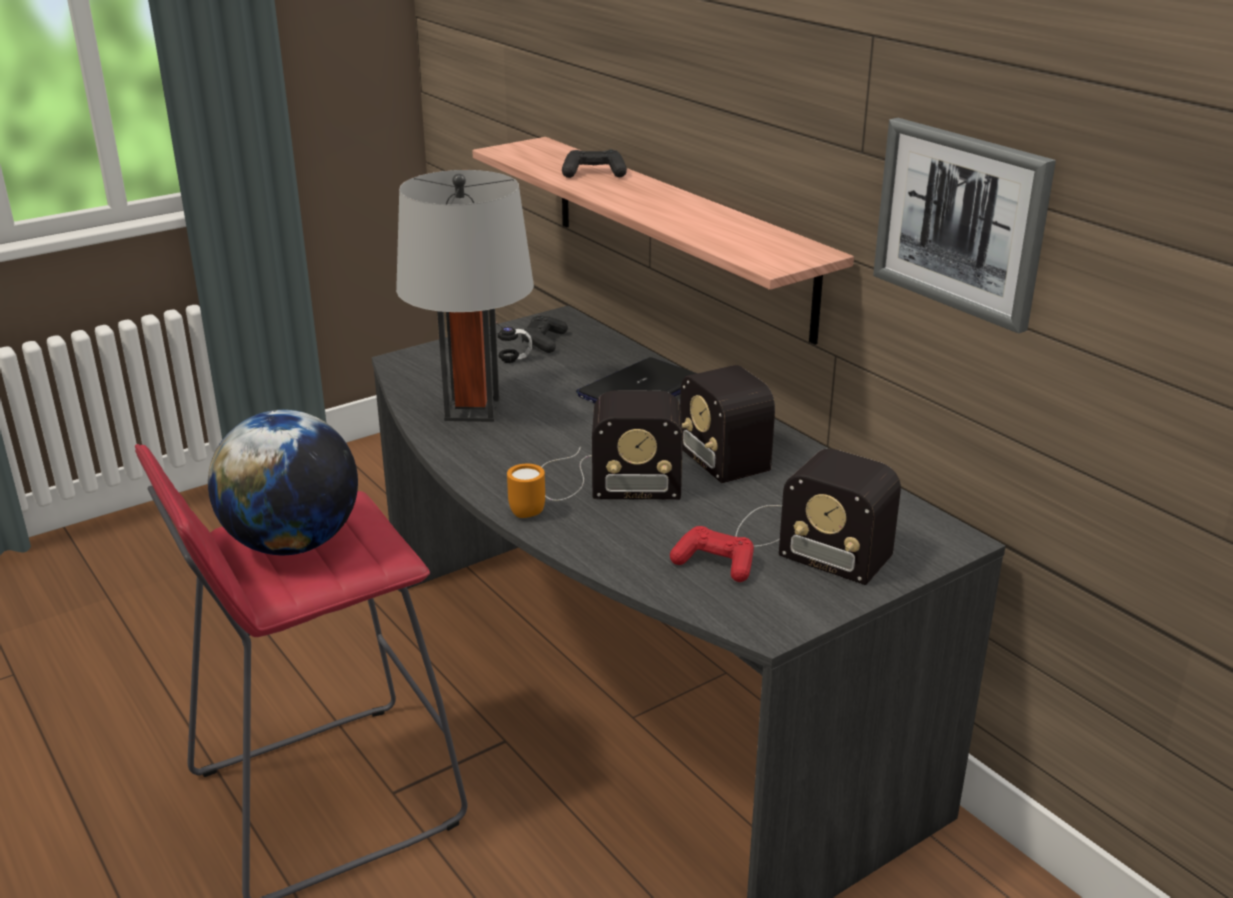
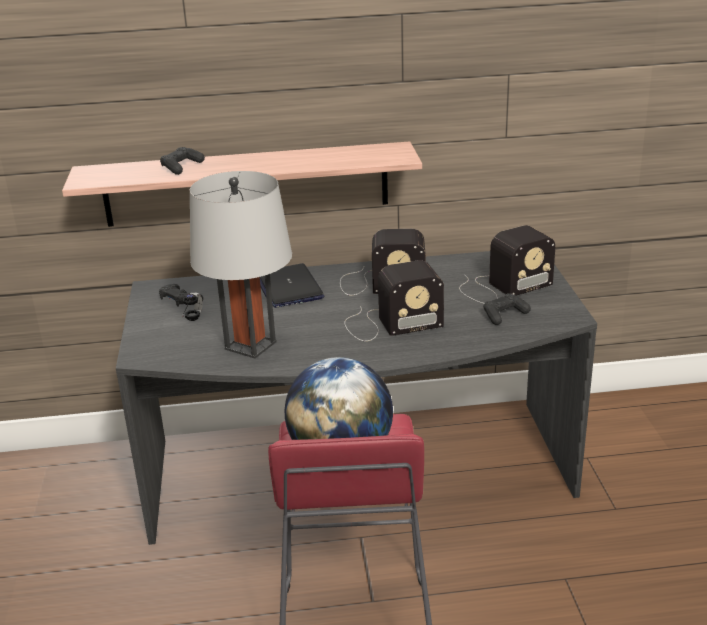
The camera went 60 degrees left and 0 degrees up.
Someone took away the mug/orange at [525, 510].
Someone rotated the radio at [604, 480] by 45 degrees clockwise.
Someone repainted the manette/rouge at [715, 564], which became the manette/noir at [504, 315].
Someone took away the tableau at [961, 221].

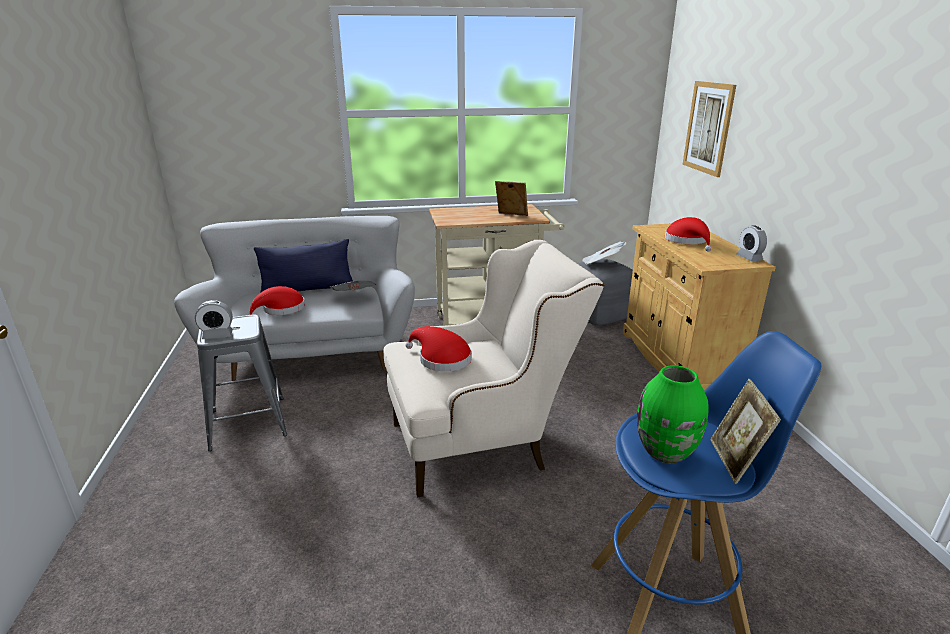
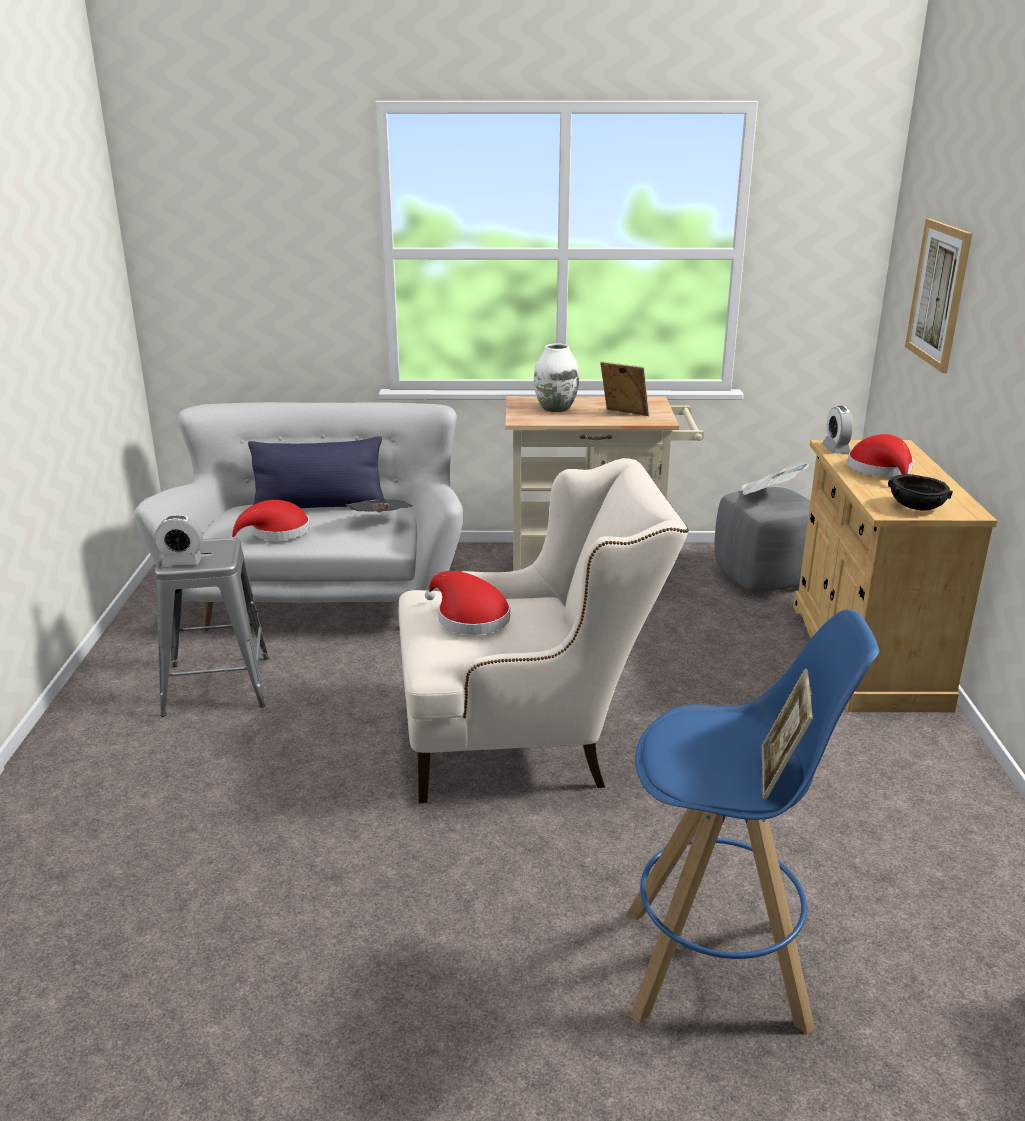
The camera went 10 degrees right and 0 degrees up.
Someone took away the vase/vert at [666, 452].
Someone carried the réveil from [749, 258] to [836, 449].
Someone put down the vase/blanc at [555, 408].
Someone put down the bol/noir at [916, 507].

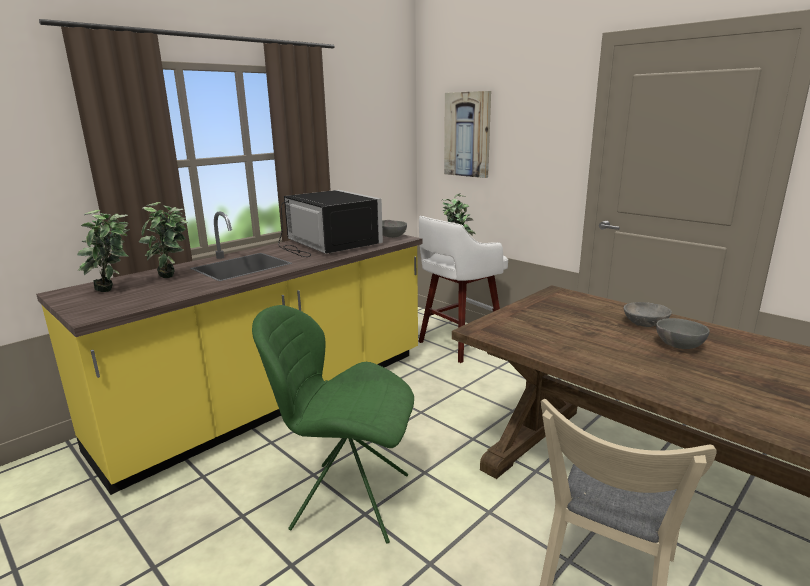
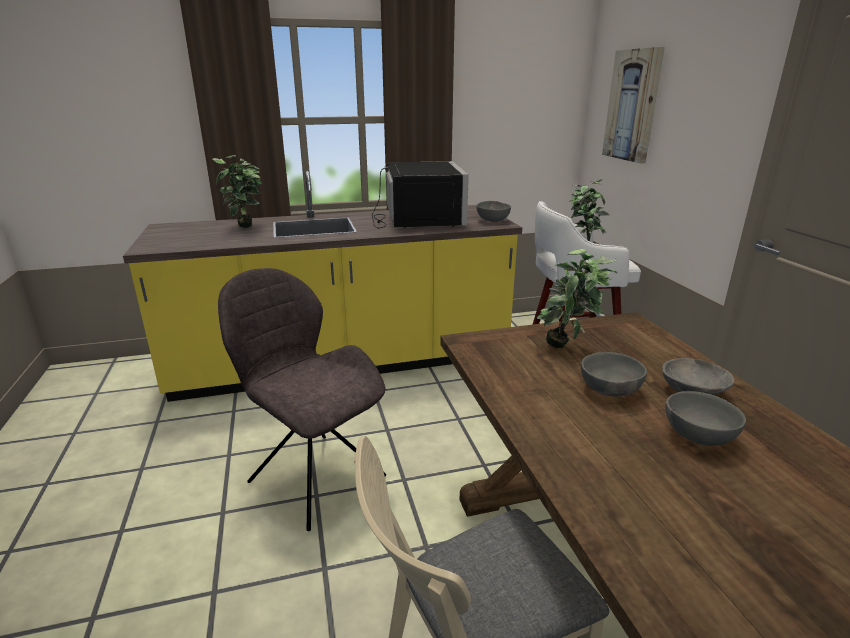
The camera went 30 degrees right and 5 degrees up.
Someone carried the plante en pot from [114, 291] to [569, 349].
Someone repainted the chaise/vert at [347, 500], which became the chaise/gris at [314, 476].
Someone put down the bol/gris at [609, 391].

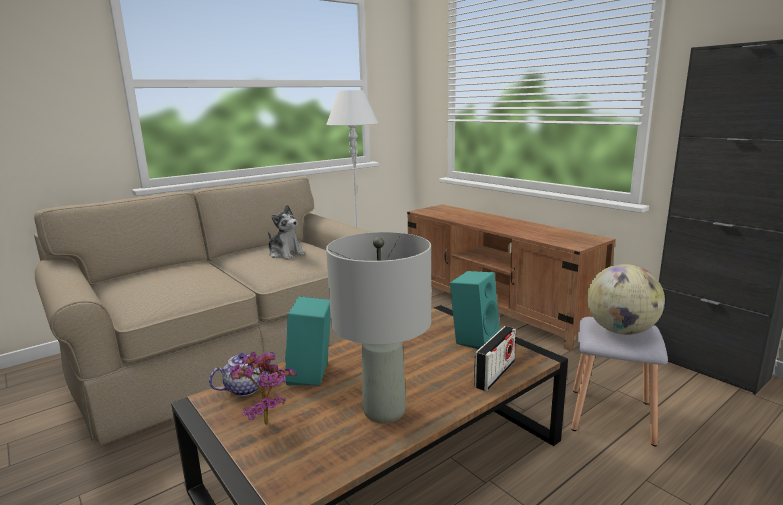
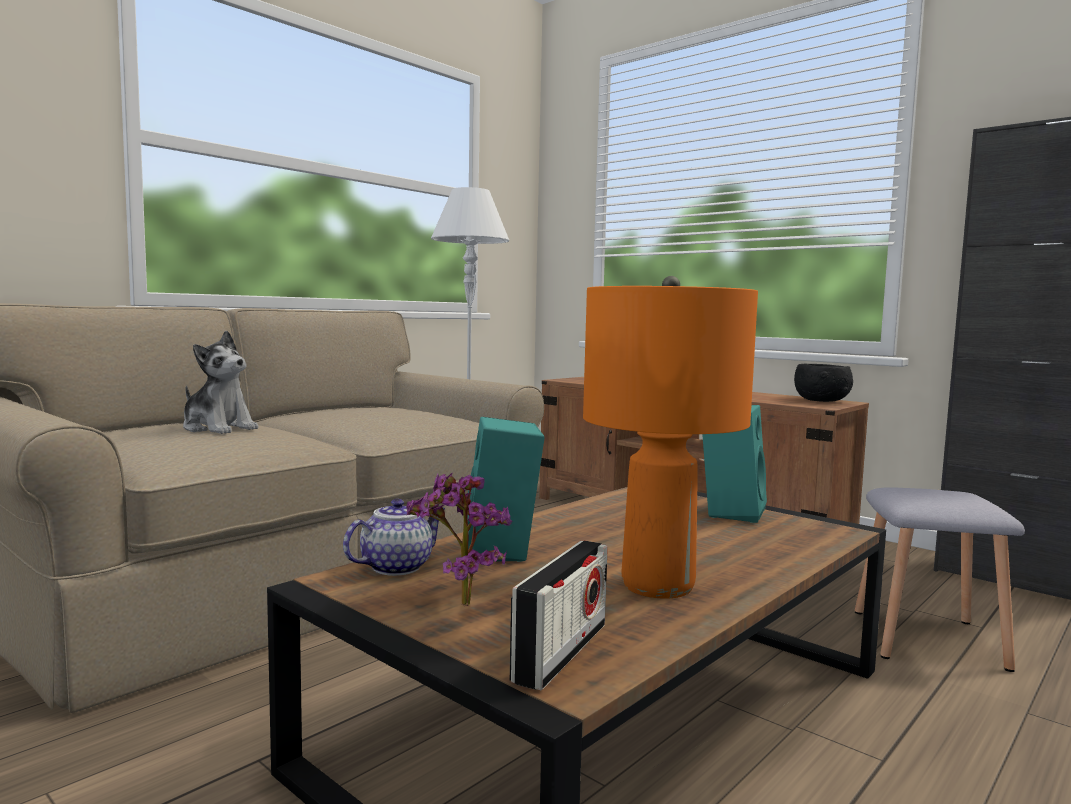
The camera went 10 degrees left and 10 degrees down.
Someone carried the peluche from [286, 254] to [218, 428].
Someone repainted the lampe de table/gris at [383, 411], which became the lampe de table/orange at [656, 585].
Someone carried the radio from [495, 374] to [561, 652].
Someone took away the globe at [621, 331].
Someone put down the bol/noir at [821, 400].

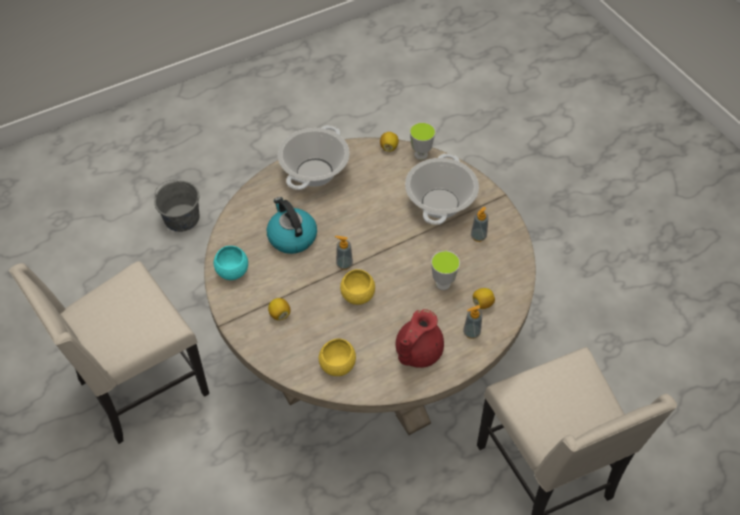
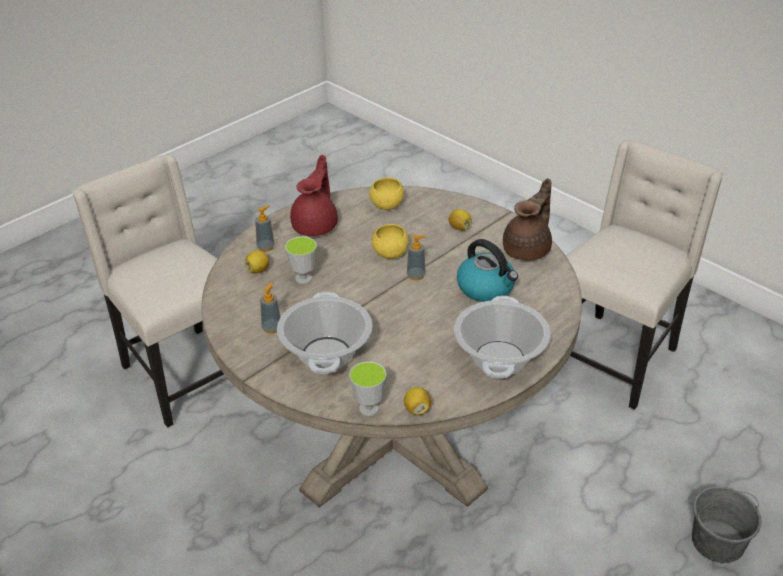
The camera went 165 degrees right and 15 degrees down.
Someone swapped the bol/turquoise at [232, 271] for the théière/marron at [528, 249].

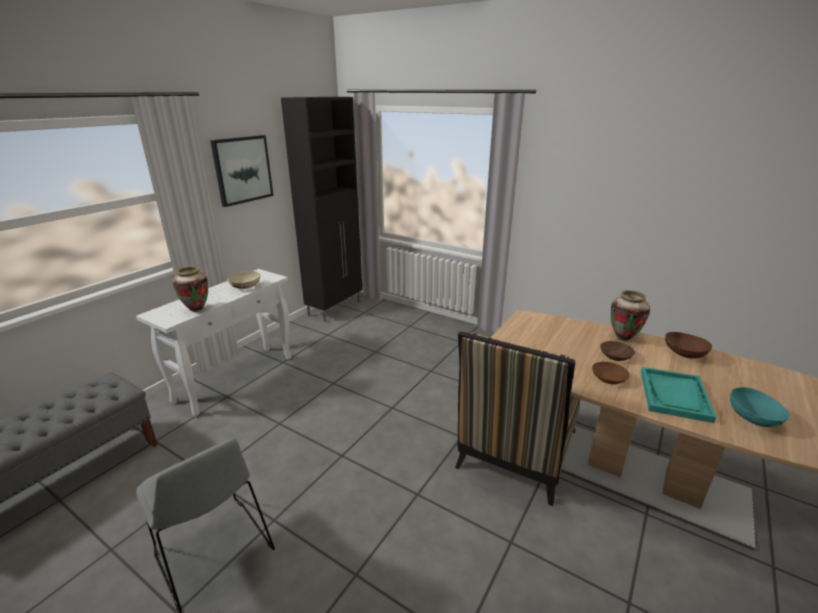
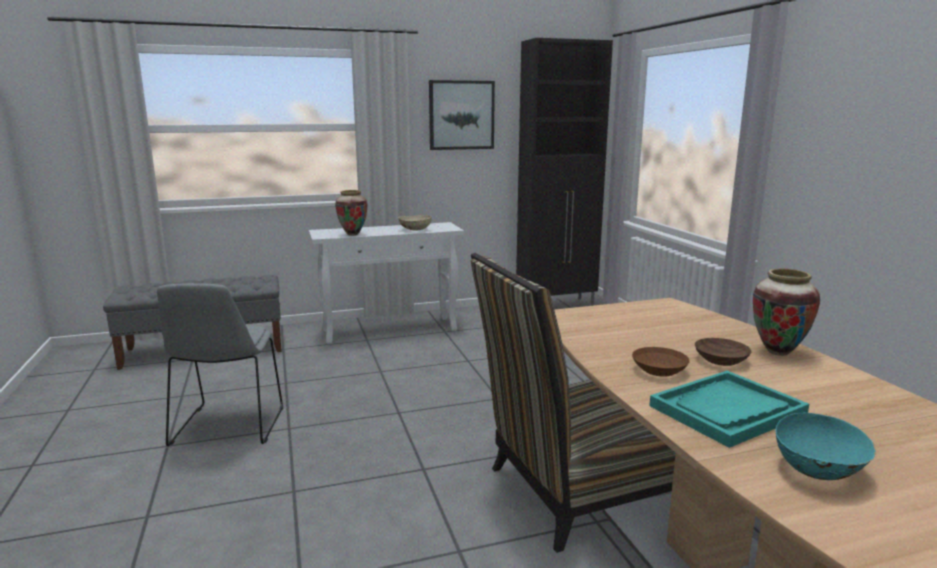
The camera went 40 degrees right and 10 degrees down.
Someone took away the bol/marron at [683, 354].

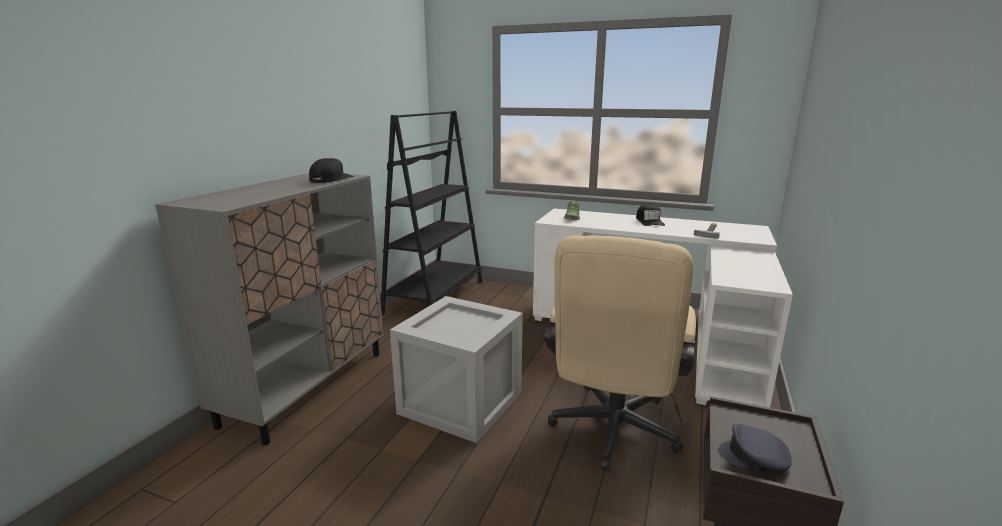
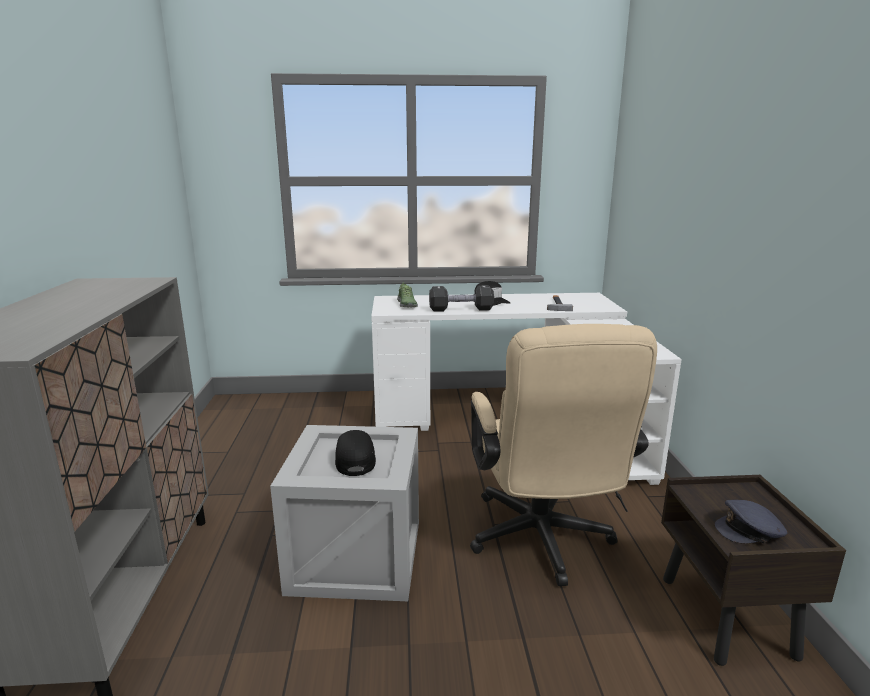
The camera went 25 degrees left and 0 degrees up.
Someone carried the casquette/noir from [331, 179] to [355, 458].
Someone took away the bibliothèque/noir at [435, 296].
Someone put down the haltère/noir at [461, 309].

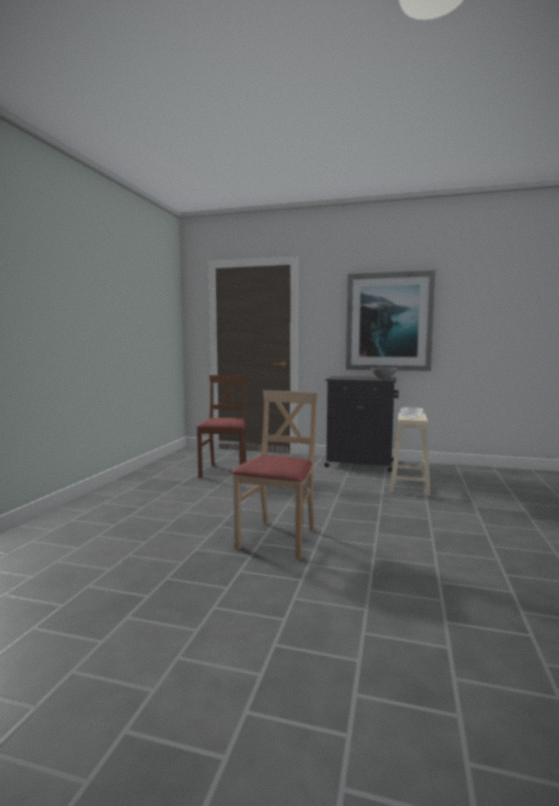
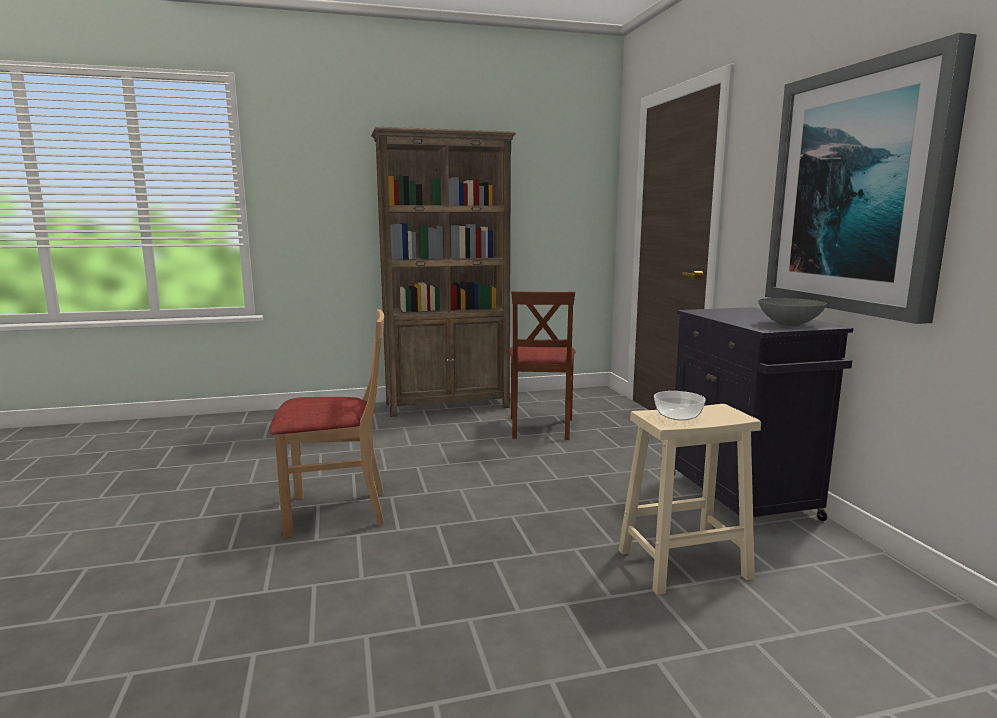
The camera went 60 degrees right and 5 degrees up.
Someone rotated the chaise/marron at [225, 471] by 120 degrees clockwise.
Someone put down the bibliothèque/marron at [448, 405].

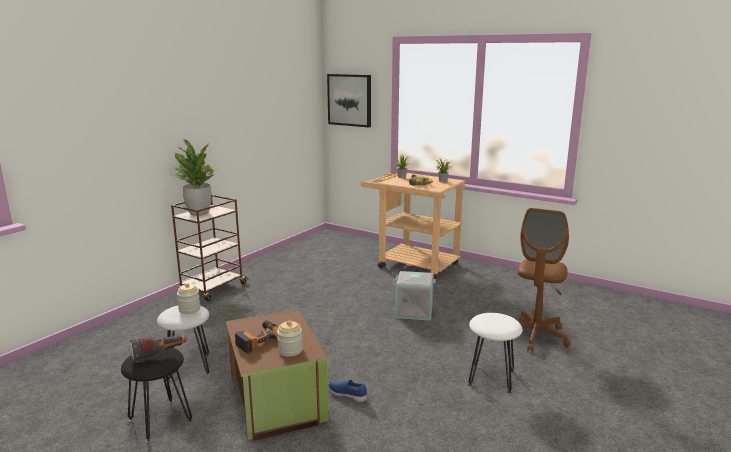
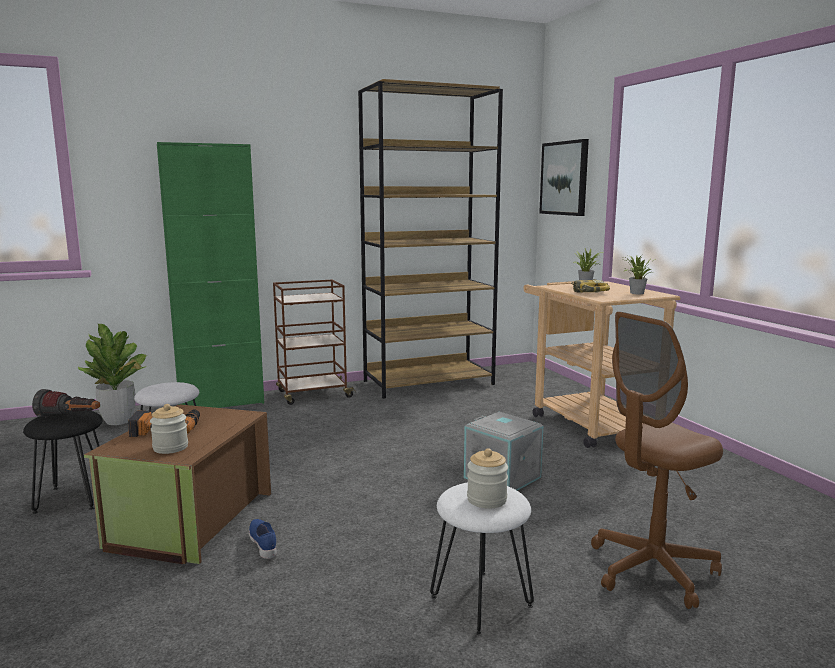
The camera went 35 degrees right and 5 degrees down.
Someone carried the plante en pot from [199, 213] to [119, 421].
Someone carried the bocal from [189, 309] to [486, 499].
Someone put down the meuble de rangement/vert at [221, 403].
Someone put down the bibliothèque/marron at [429, 382].

